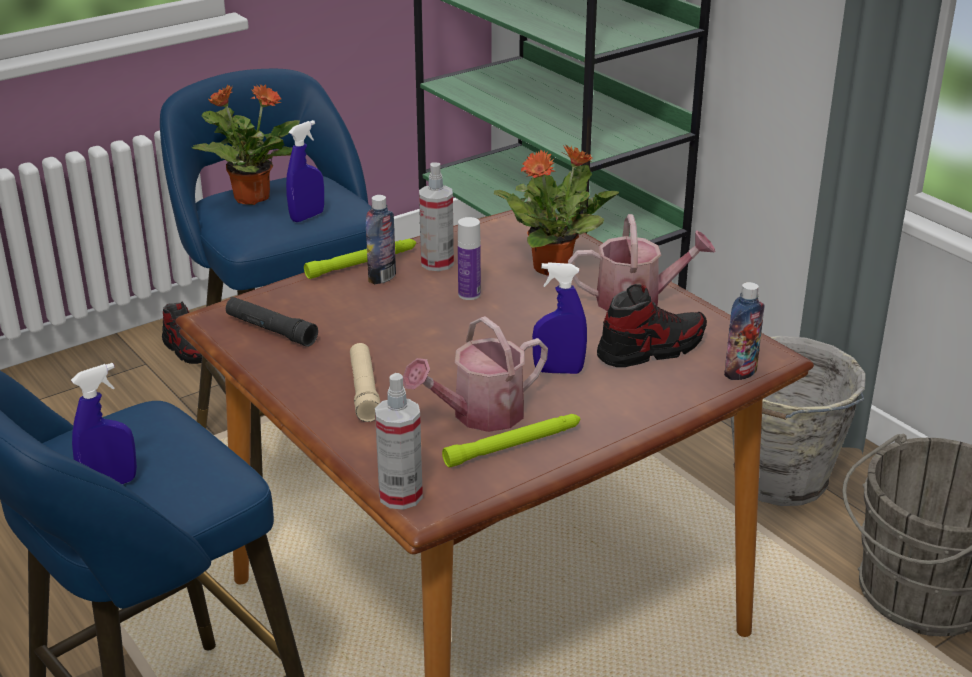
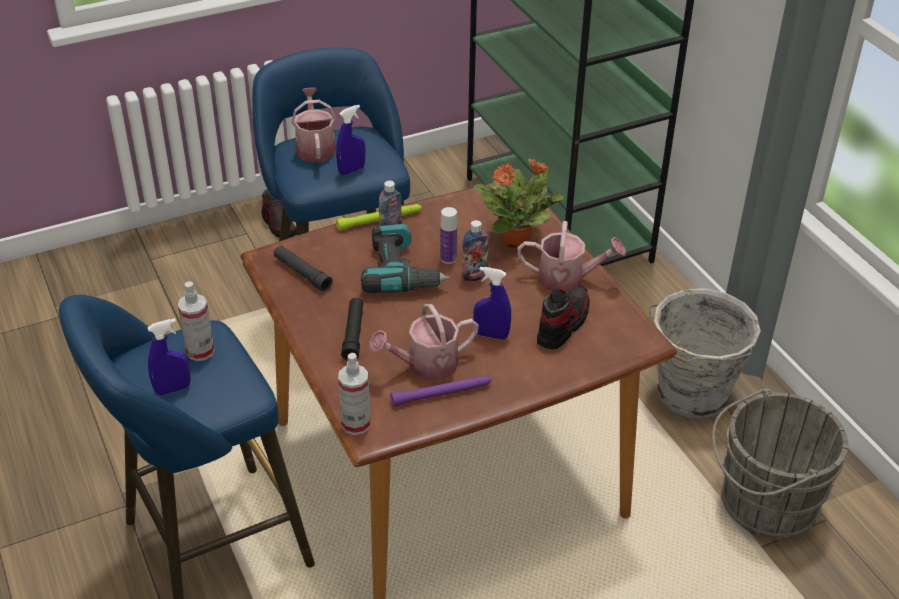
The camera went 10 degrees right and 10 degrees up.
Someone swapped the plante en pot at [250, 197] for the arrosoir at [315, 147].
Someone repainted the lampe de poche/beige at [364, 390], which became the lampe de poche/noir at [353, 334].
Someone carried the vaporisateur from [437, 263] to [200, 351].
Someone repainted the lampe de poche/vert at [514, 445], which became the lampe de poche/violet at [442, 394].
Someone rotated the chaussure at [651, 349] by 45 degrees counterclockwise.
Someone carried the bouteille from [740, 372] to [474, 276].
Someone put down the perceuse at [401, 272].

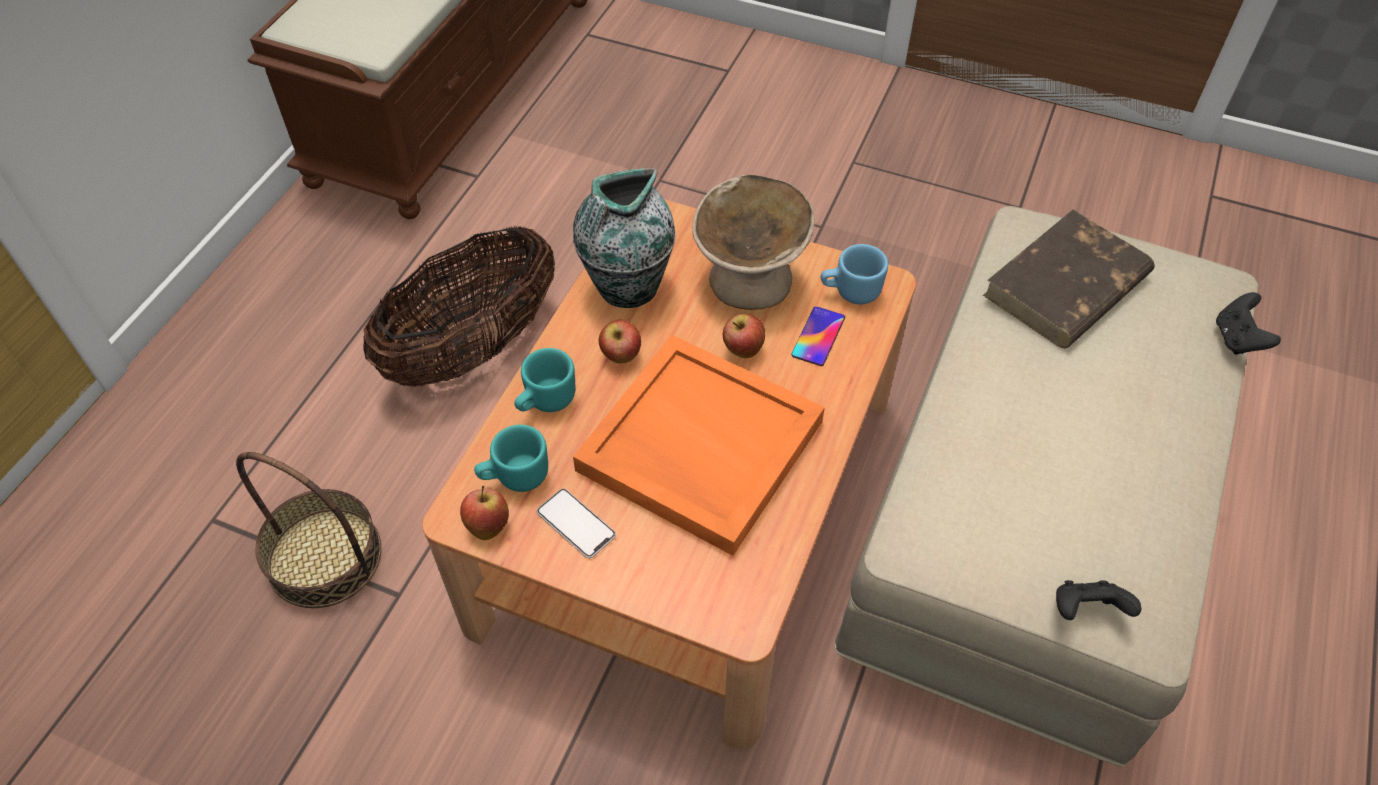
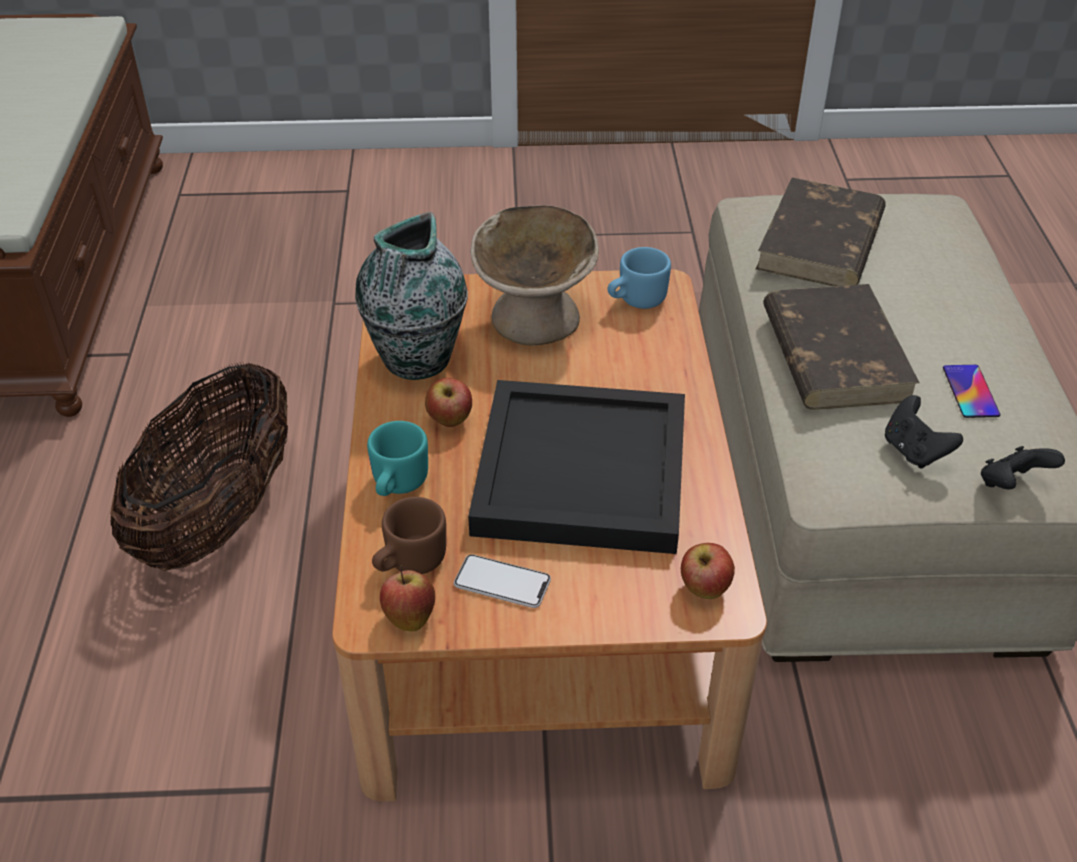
The camera went 25 degrees left and 10 degrees down.
Someone took away the panier at [325, 557].
Someone repainted the mug/turquoise at [514, 476], which became the mug/marron at [408, 563].
Someone repainted the plateau/orange at [698, 446], which became the plateau/noir at [579, 473].
Someone carried the pomme from [743, 350] to [704, 589].
Someone carried the téléphone from [818, 336] to [970, 391].
Someone carried the manette/noir from [1237, 339] to [914, 451].
Someone put down the livre/marron at [834, 353].

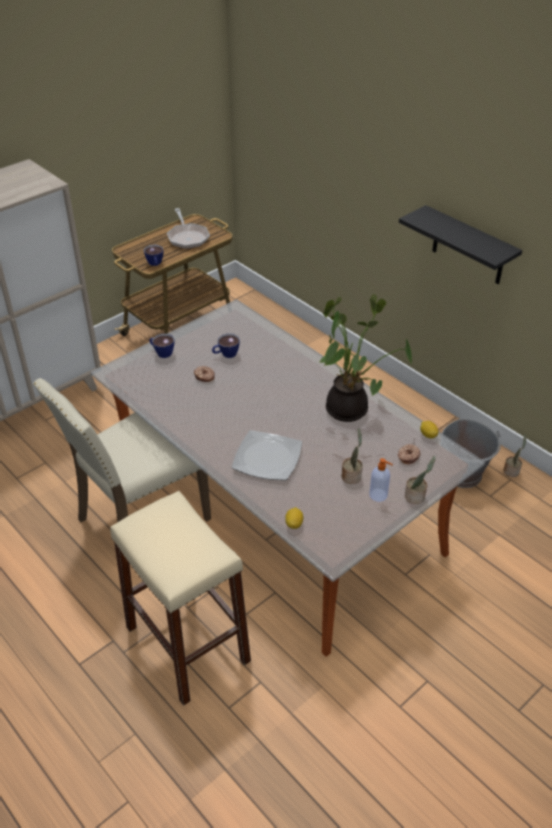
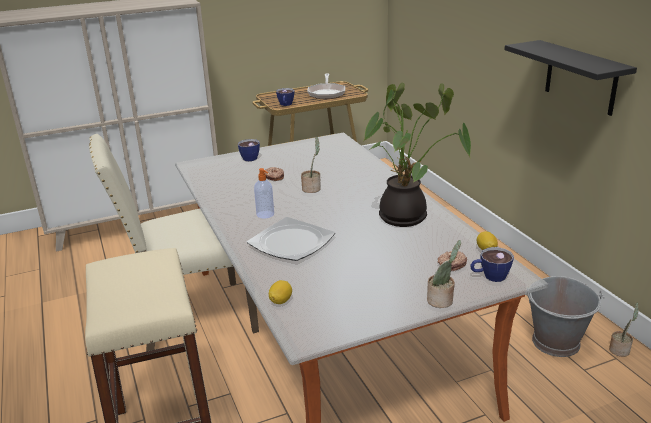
The camera went 20 degrees right and 15 degrees down.
Someone carried the tasse from [226, 354] to [489, 276].
Someone carried the plante en pot from [352, 476] to [312, 188].
Someone carried the distributeur de savon from [379, 495] to [265, 214].

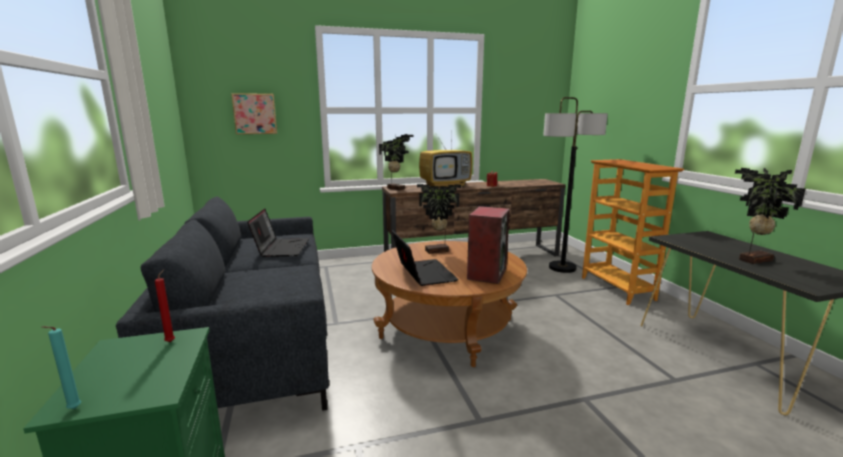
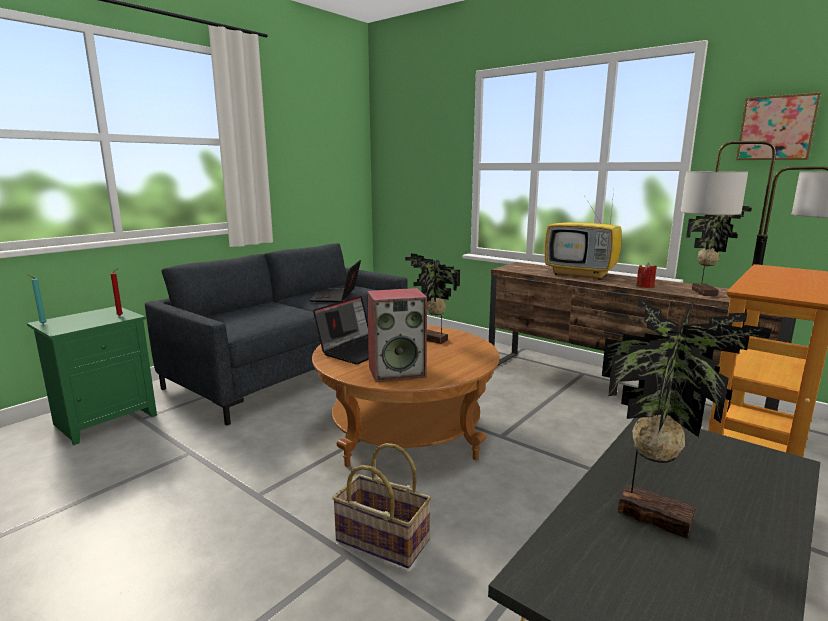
The camera went 55 degrees right and 0 degrees up.
Someone carried the tableau from [255, 114] to [777, 128].
Someone rotated the ordinateur portable at [281, 248] by 135 degrees clockwise.
Someone carried the plante en pot from [396, 188] to [706, 292].
Someone put down the panier at [381, 541].

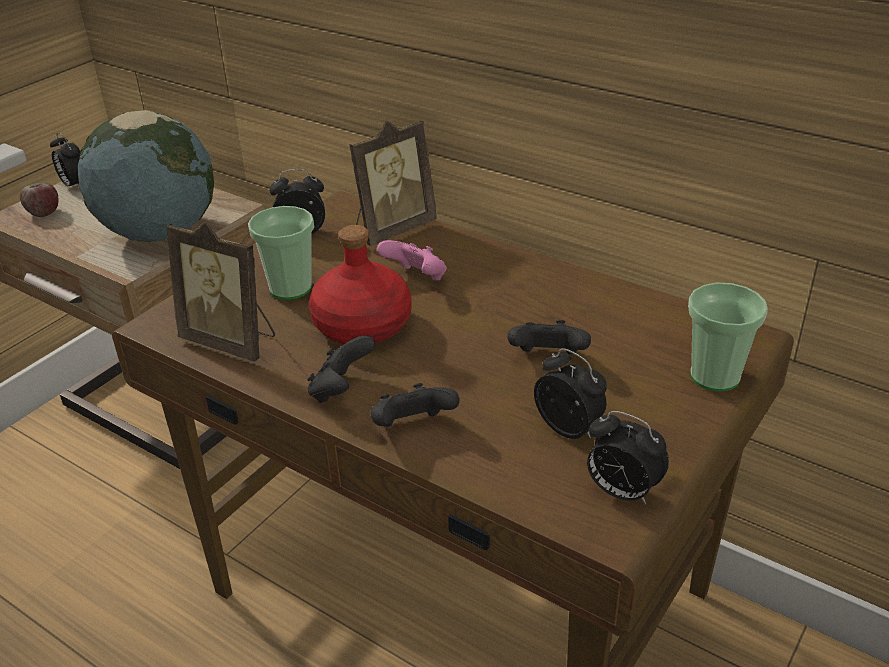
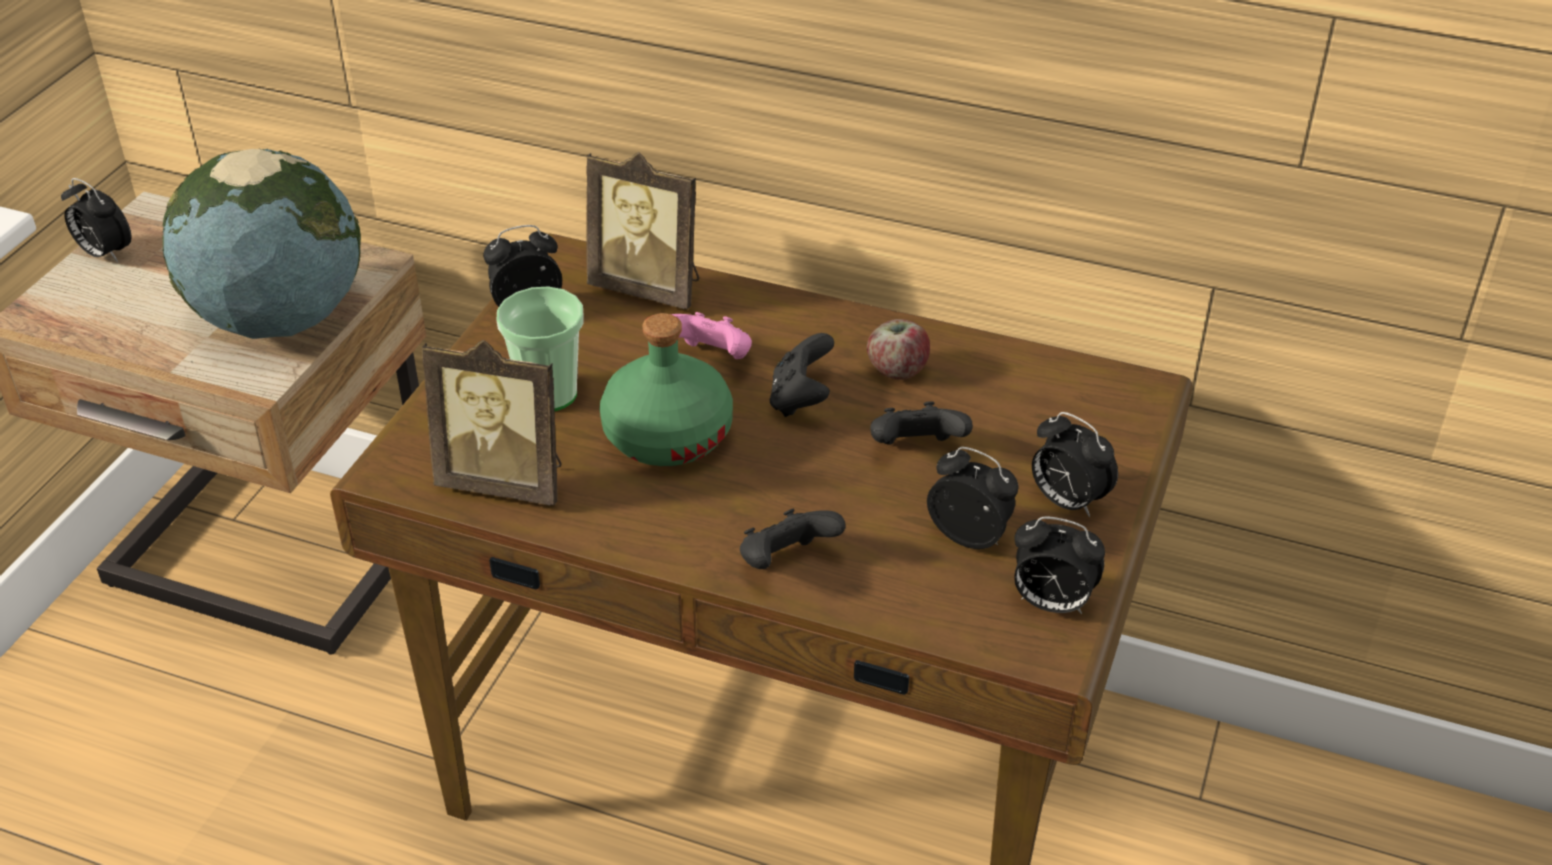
The camera went 15 degrees left and 5 degrees up.
Someone carried the pomme from [44, 213] to [897, 370].
Someone carried the manette/noir from [341, 390] to [801, 399].
Someone repainted the bouteille/rouge at [362, 324], which became the bouteille/vert at [667, 434].
Someone rotated the cadre photo at [392, 229] by 75 degrees clockwise.
Someone took away the tasse at [715, 376].
Someone put down the réveil at [1066, 501].

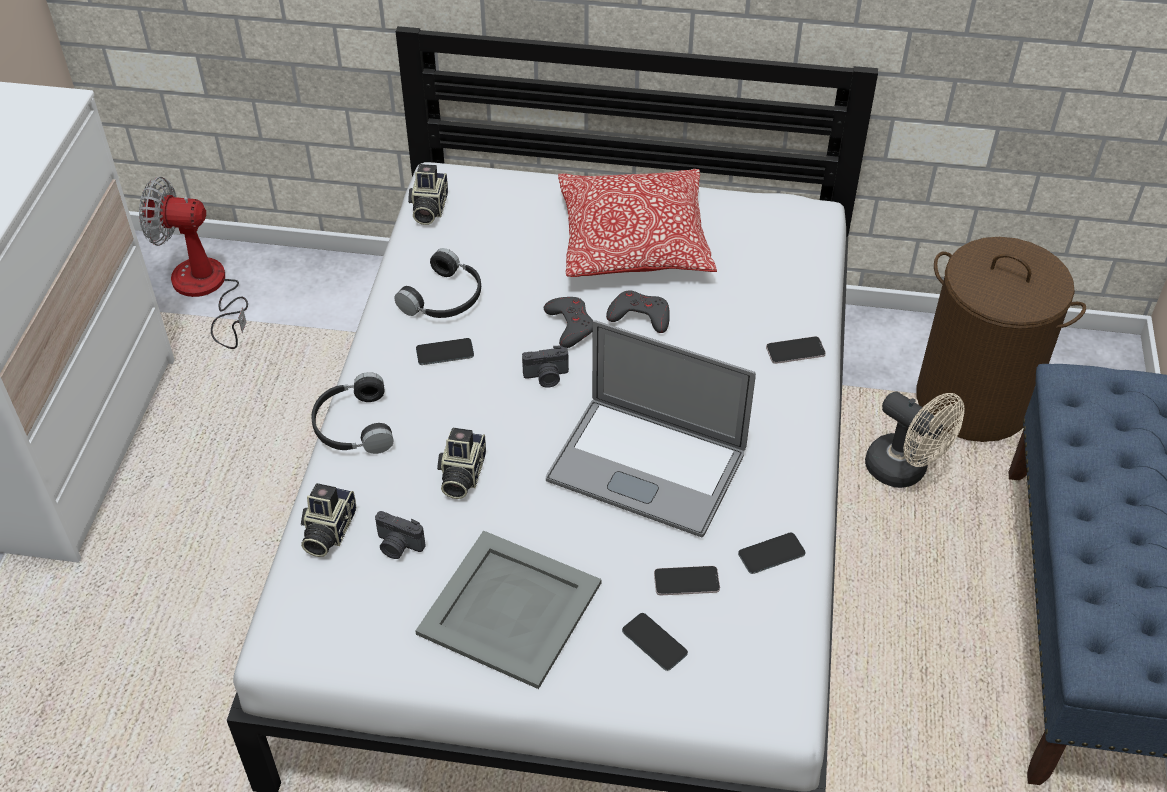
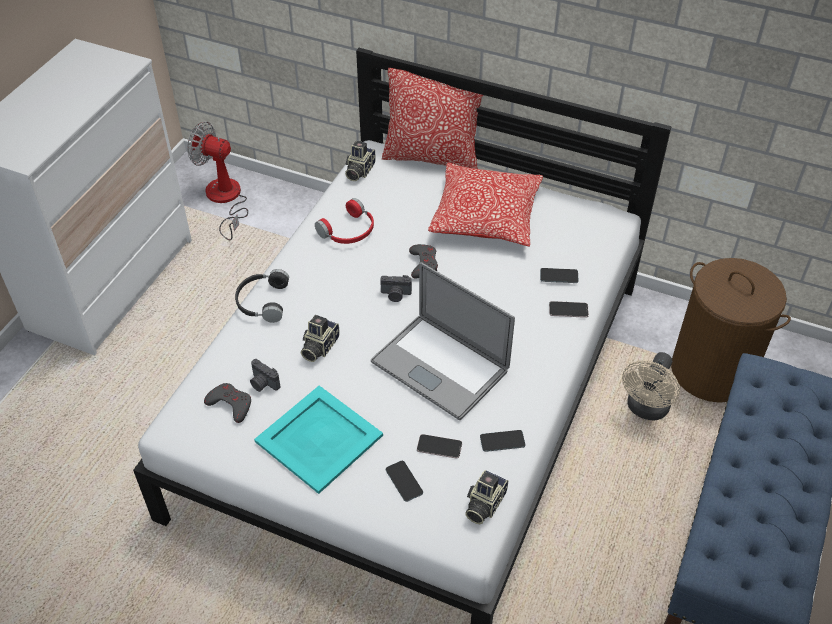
The camera went 15 degrees right and 0 degrees up.
Someone carried the appareil photo from [327, 531] to [483, 504].
Someone repainted the casque audio/noir at [445, 299], which became the casque audio/rouge at [349, 231].
Someone repainted the plateau/gris at [508, 609], which became the plateau/turquoise at [317, 438].
Someone carried the téléphone from [445, 352] to [559, 276].
Someone carried the manette/gris from [640, 316] to [230, 404].
Someone rotated the ventilateur/beige at [905, 471] by 60 degrees clockwise.
Someone put down the coussin at [432, 158].

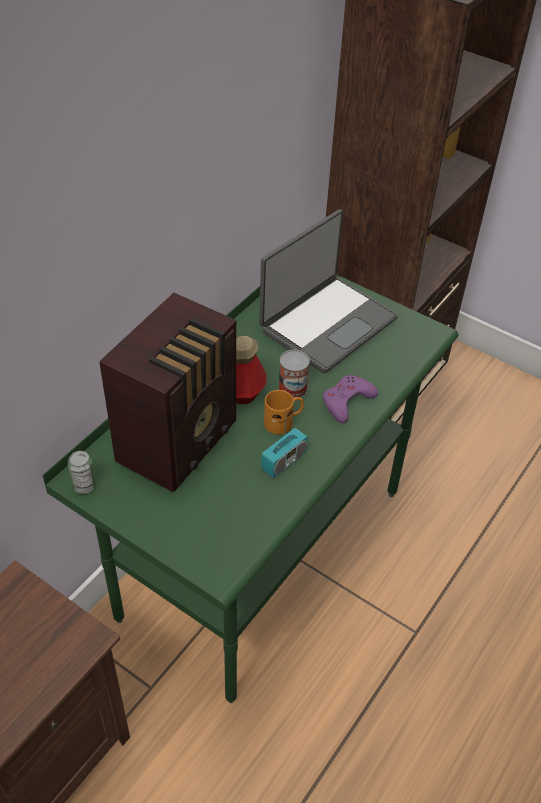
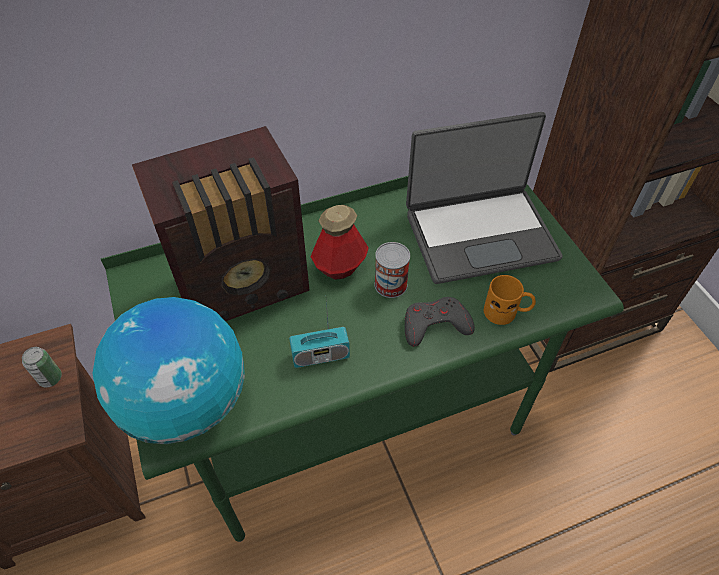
The camera went 35 degrees right and 5 degrees up.
Someone carried the boîte métallique from [84, 486] to [50, 378].
Someone carried the mug/orange from [283, 421] to [506, 312].
Someone repainted the manette/violet at [347, 401], which became the manette/gris at [435, 325].
Someone put down the globe at [186, 402].

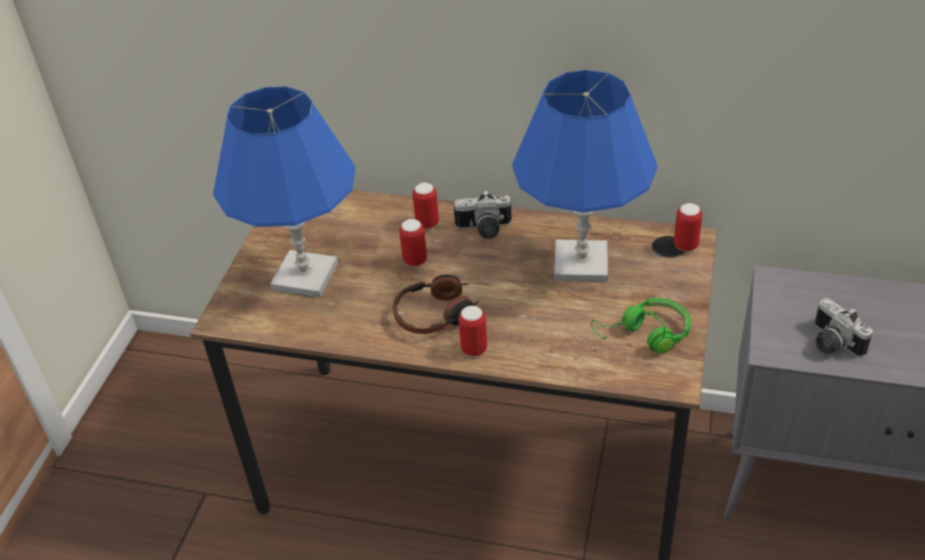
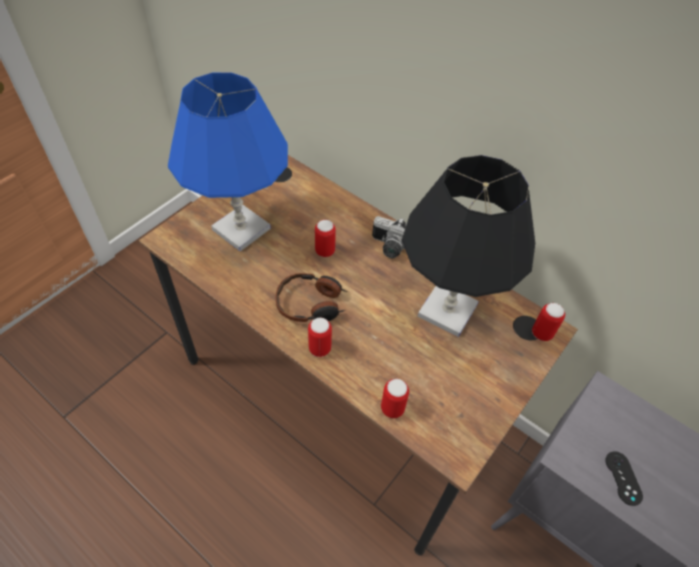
The camera went 20 degrees right and 10 degrees up.
Someone carried the boîte métallique from [427, 223] to [392, 408].
Someone repainted the lampe de table/bleu at [581, 263], which became the lampe de table/noir at [447, 311].
Someone took away the casque audio/vert at [645, 334].
Someone swapped the appareil photo at [831, 343] for the manette/noir at [623, 478].

